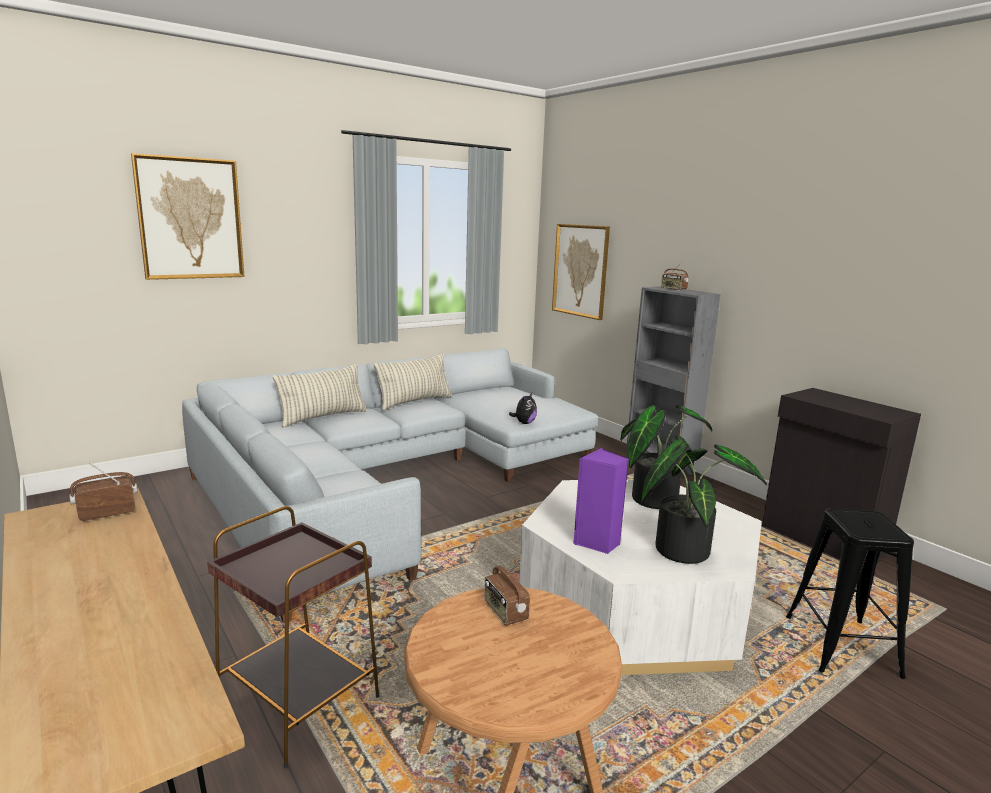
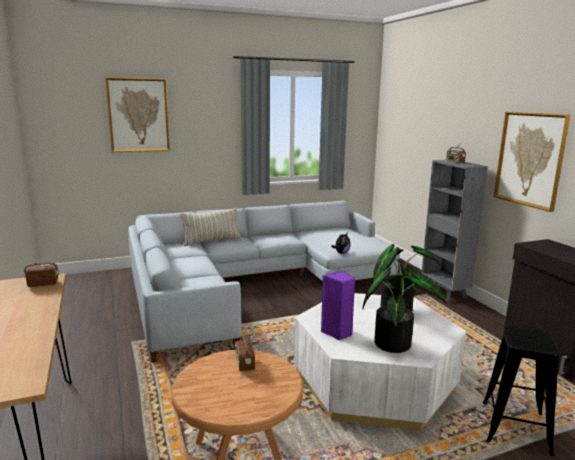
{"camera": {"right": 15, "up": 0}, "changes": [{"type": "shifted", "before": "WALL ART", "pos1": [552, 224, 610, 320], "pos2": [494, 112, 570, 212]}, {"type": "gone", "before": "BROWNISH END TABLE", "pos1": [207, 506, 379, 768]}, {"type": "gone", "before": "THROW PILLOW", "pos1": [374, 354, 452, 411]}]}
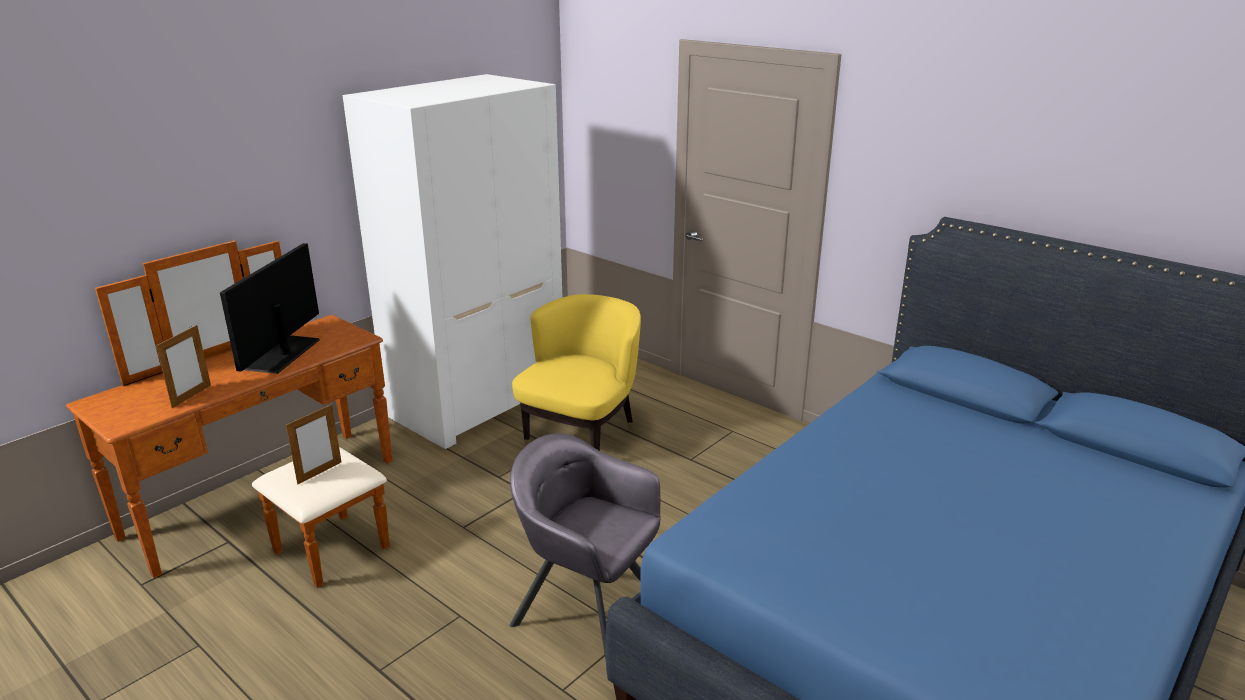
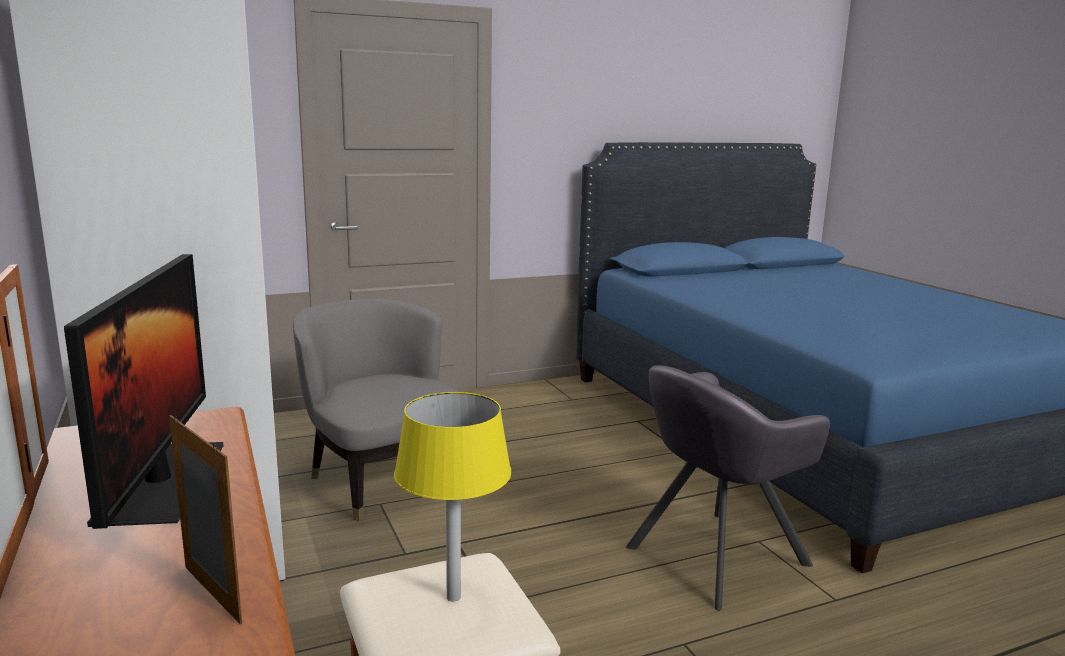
{"camera": {"right": -65, "up": -10}, "changes": [{"type": "rotated", "before": "MONITOR", "pos1": [220, 243, 320, 374], "pos2": [64, 254, 223, 529], "turn": -135}, {"type": "repainted", "before": "YELLOWISH LOUNGE CHAIR", "after": "GREY LOUNGE CHAIR", "pos1": [512, 294, 641, 451], "pos2": [293, 299, 459, 521]}, {"type": "swapped", "before": "STANDING FRAME", "after": "YELLOWISH TABLETOP LAMP", "pos1": [286, 404, 341, 484], "pos2": [394, 392, 511, 601]}]}
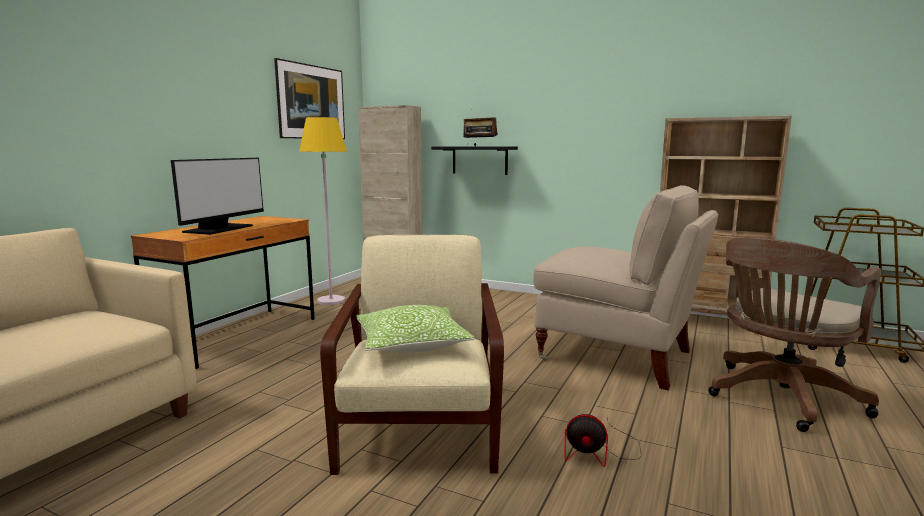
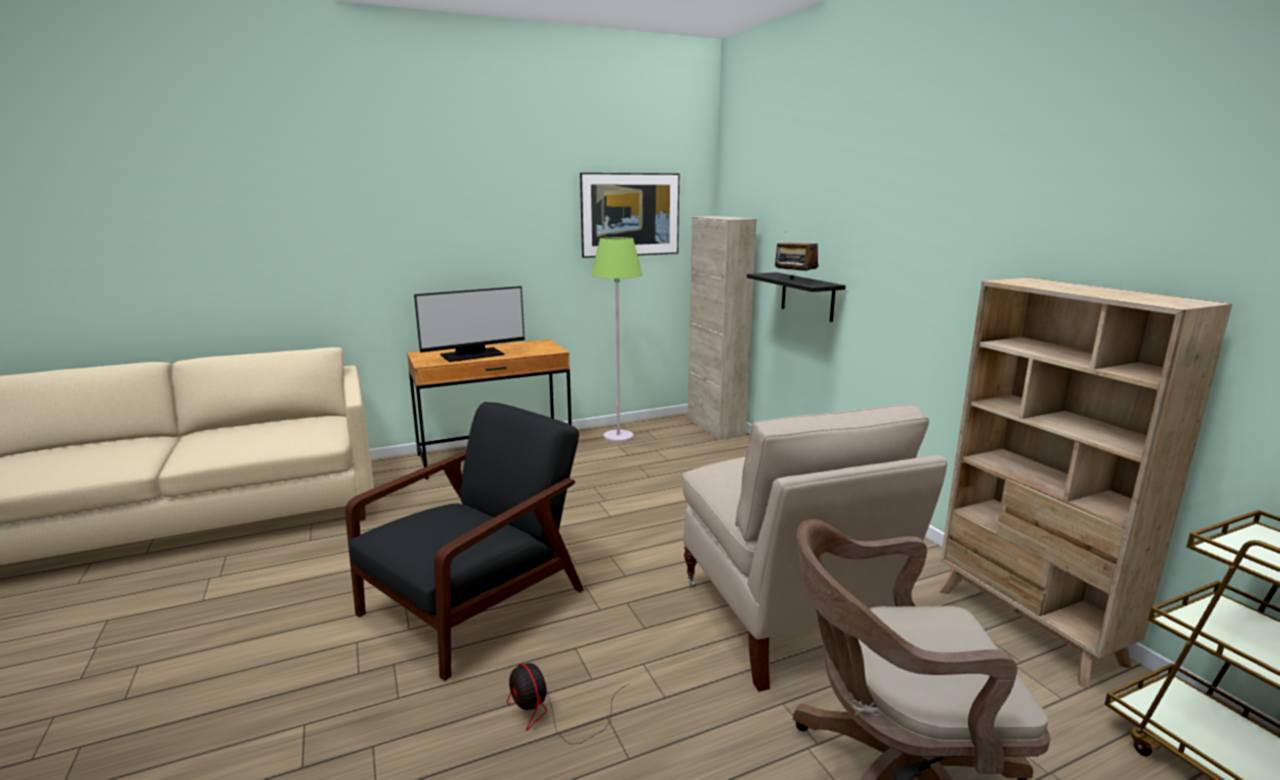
{"camera": {"right": 40, "up": 5}, "changes": [{"type": "repainted", "before": "SAND-COLOURED LOUNGE CHAIR", "after": "BLACK-COLOURED LOUNGE CHAIR", "pos1": [320, 235, 504, 475], "pos2": [345, 402, 584, 681]}, {"type": "repainted", "before": "YELLOWISH STANDING LAMP", "after": "GREEN STANDING LAMP", "pos1": [299, 117, 347, 305], "pos2": [591, 237, 643, 443]}, {"type": "gone", "before": "THROW PILLOW", "pos1": [356, 305, 475, 353]}]}
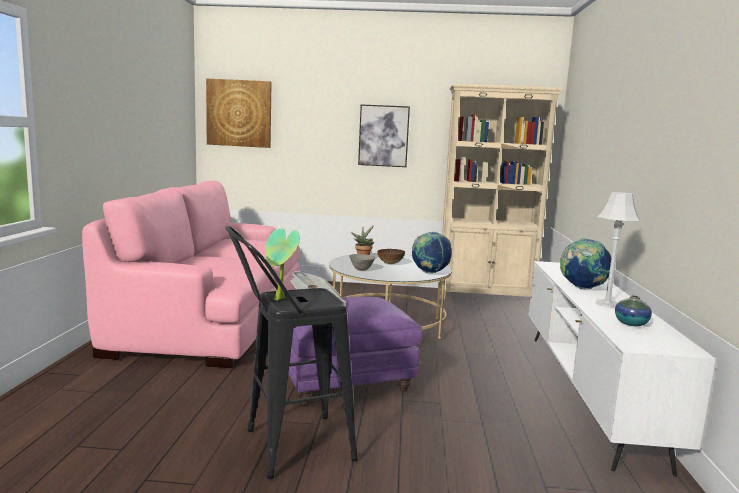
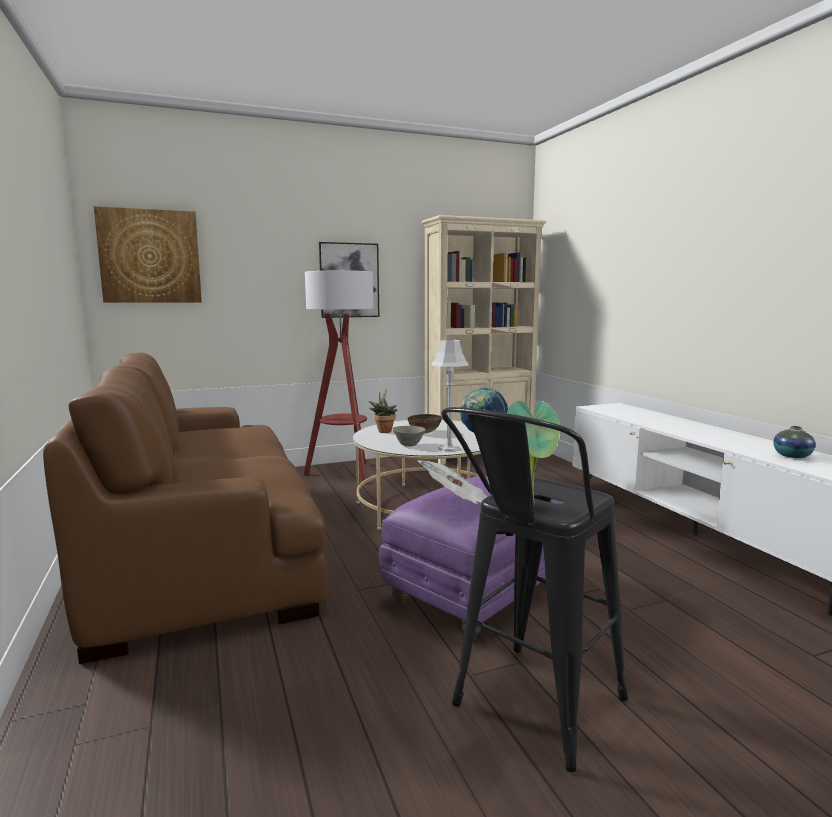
{"camera": {"right": -25, "up": 0}, "changes": [{"type": "repainted", "before": "PINK-COLOURED COUCH", "after": "BROWNISH COUCH", "pos1": [82, 181, 300, 368], "pos2": [43, 353, 327, 664]}, {"type": "new", "after": "STANDING LAMP", "pos2": [303, 271, 374, 485]}, {"type": "shifted", "before": "GREY TABLETOP LAMP", "pos1": [595, 192, 641, 308], "pos2": [431, 340, 469, 451]}, {"type": "gone", "before": "DESK GLOBE", "pos1": [560, 238, 611, 290]}]}
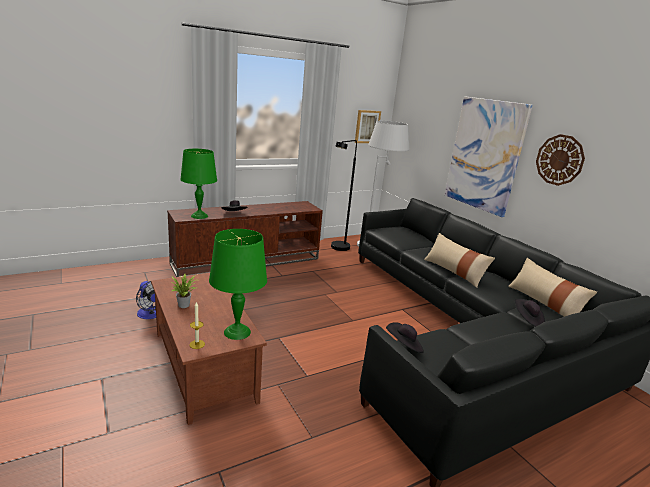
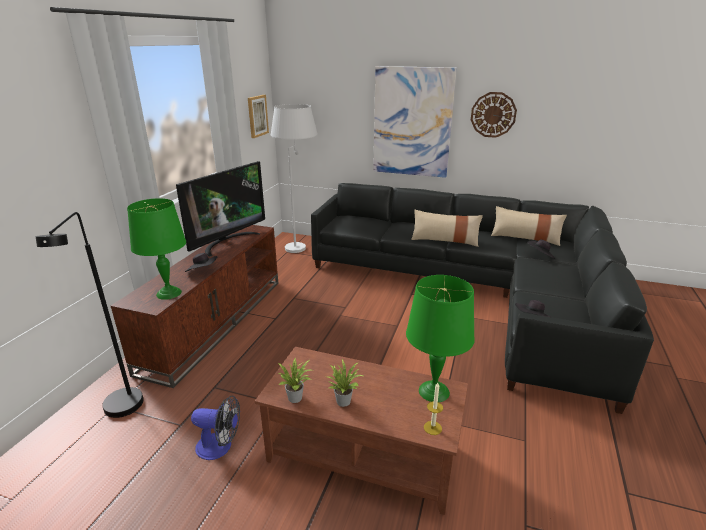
{"camera": {"right": -40, "up": 5}, "changes": [{"type": "shifted", "before": "BLACK-COLOURED STANDING LAMP", "pos1": [331, 140, 357, 251], "pos2": [36, 212, 144, 418]}, {"type": "new", "after": "TV SET", "pos2": [176, 161, 265, 257]}, {"type": "new", "after": "PLANT IN A POT", "pos2": [278, 358, 312, 403]}]}
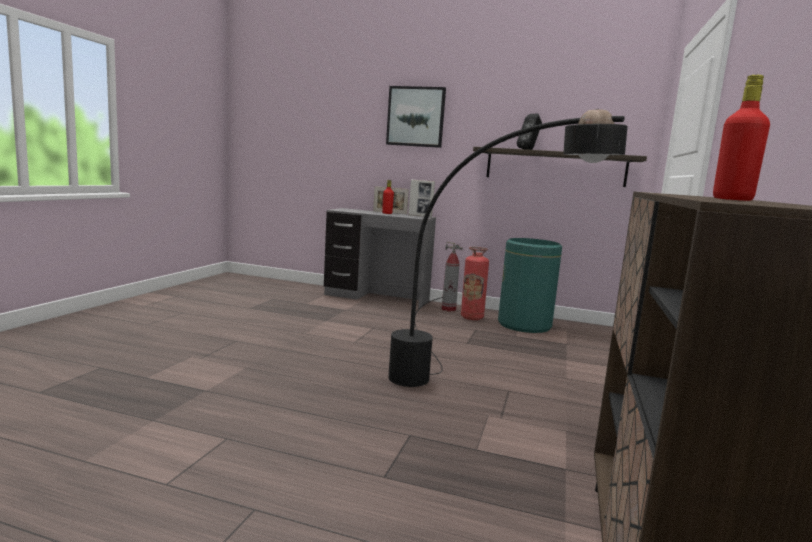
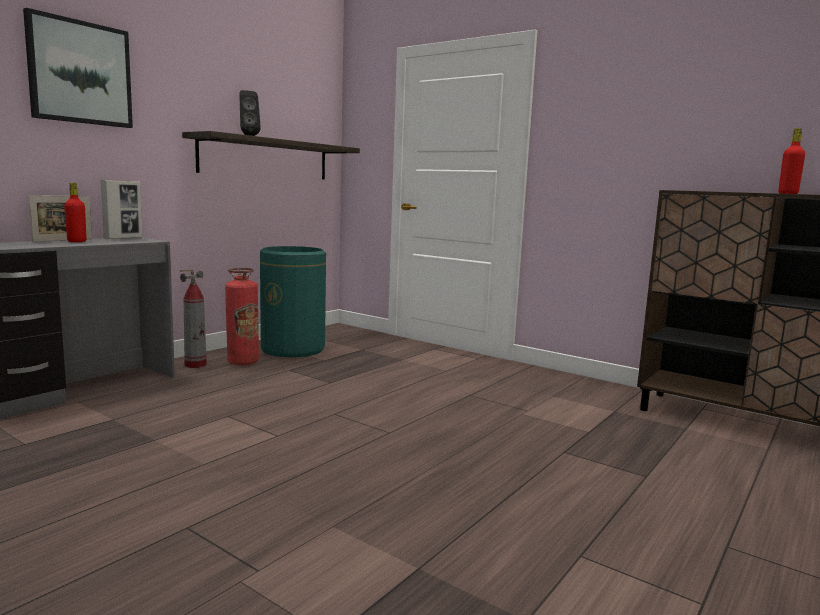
{"camera": {"right": -70, "up": 0}, "changes": [{"type": "gone", "before": "BLACK-COLOURED STANDING LAMP", "pos1": [388, 109, 628, 387]}]}
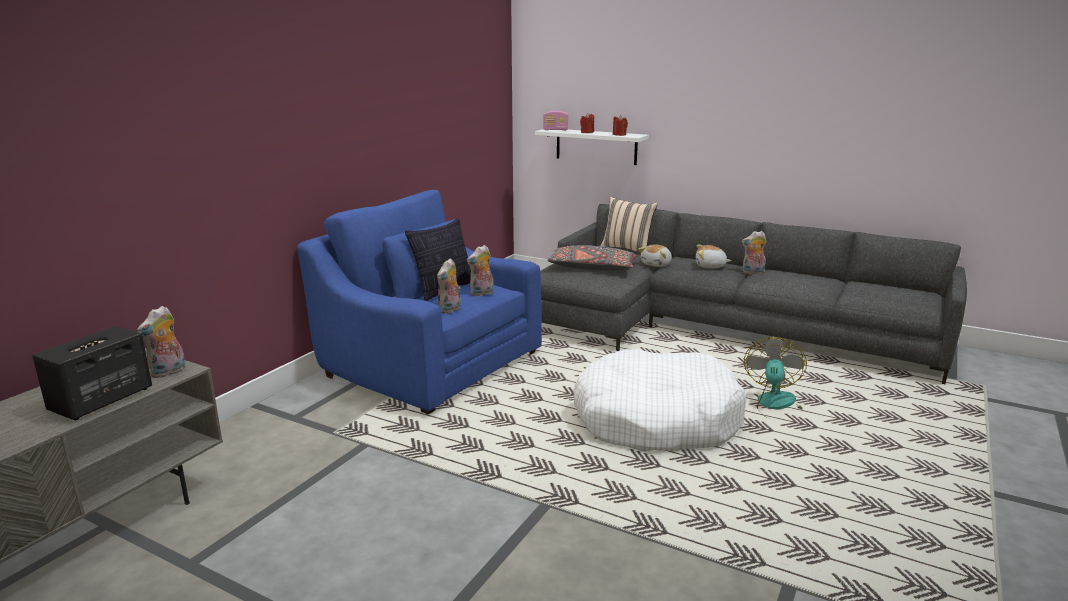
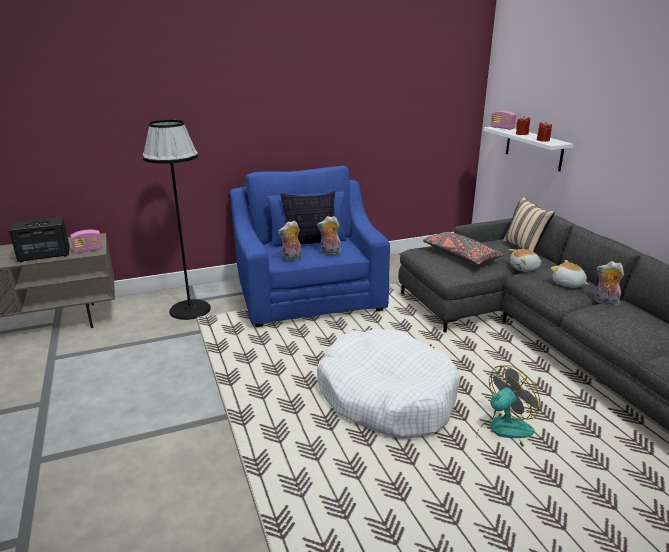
{"camera": {"right": 40, "up": 5}, "changes": [{"type": "swapped", "before": "SOFT TOY", "after": "RADIO RECEIVER", "pos1": [136, 306, 186, 378], "pos2": [70, 230, 103, 253]}, {"type": "new", "after": "BLACK-COLOURED STANDING LAMP", "pos2": [142, 120, 211, 320]}]}
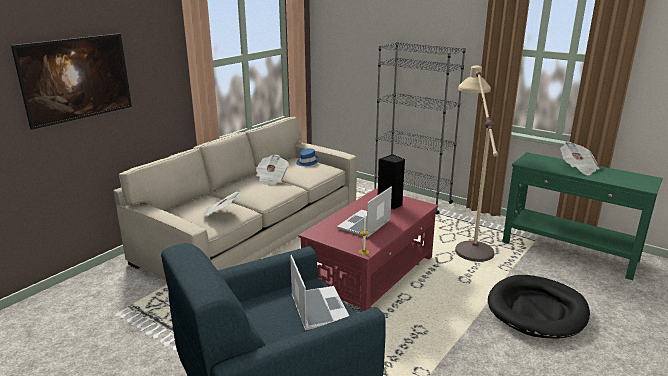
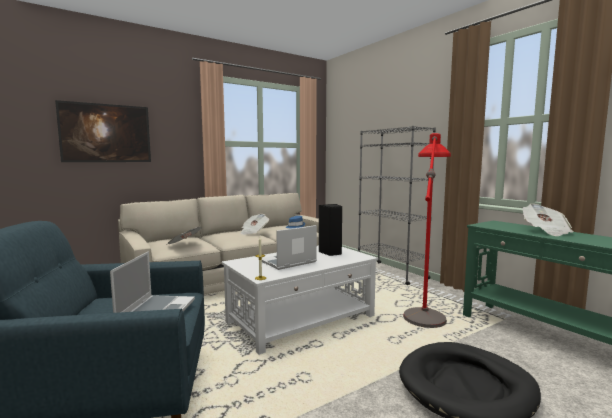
{"camera": {"right": 20, "up": -15}, "changes": [{"type": "repainted", "before": "RED LOUNGE TABLE", "after": "WHITE-COLOURED LOUNGE TABLE", "pos1": [298, 189, 438, 312], "pos2": [222, 245, 378, 355]}, {"type": "repainted", "before": "SAND-COLOURED STANDING LAMP", "after": "RED STANDING LAMP", "pos1": [455, 65, 498, 262], "pos2": [403, 133, 451, 328]}]}
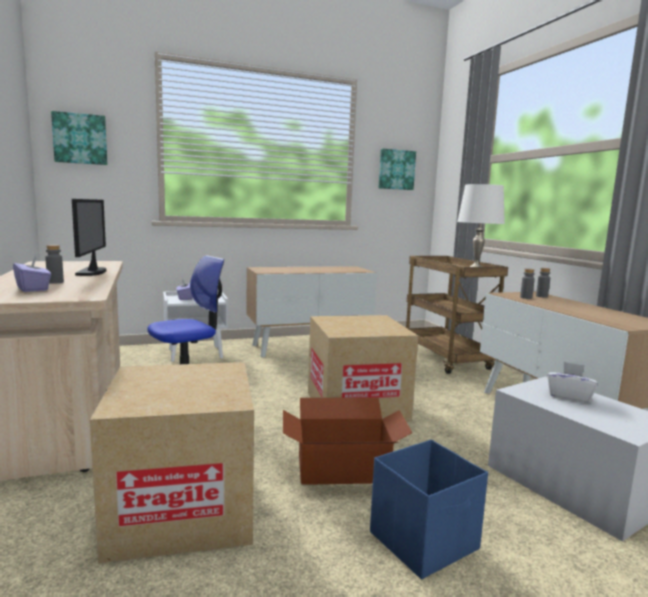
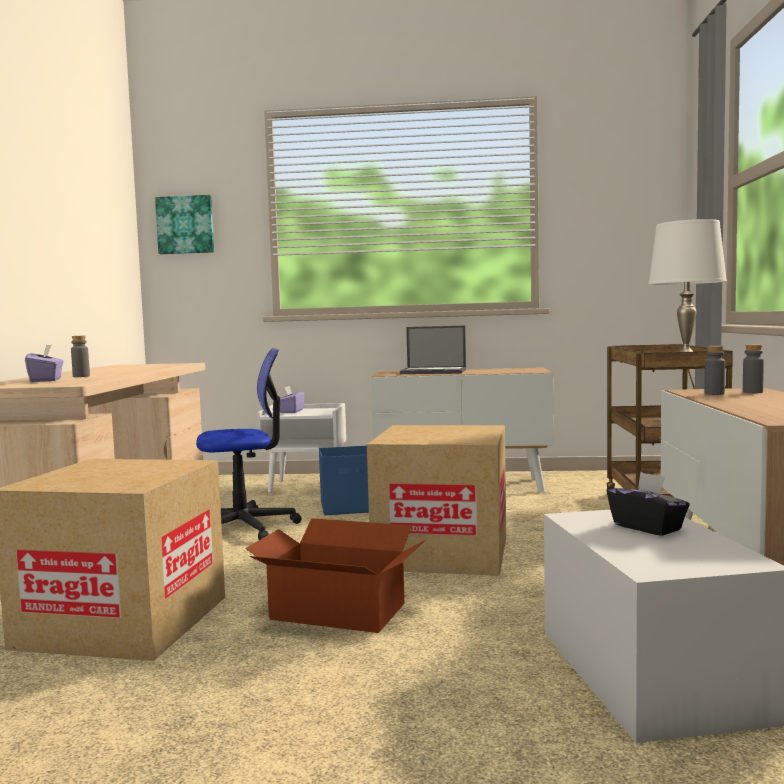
{"camera": {"right": 25, "up": -5}, "changes": [{"type": "shifted", "before": "BLUISH STORAGE BIN", "pos1": [370, 440, 488, 579], "pos2": [319, 446, 369, 515]}, {"type": "new", "after": "NOTEBOOK COMPUTER", "pos2": [400, 326, 466, 374]}, {"type": "repainted", "before": "WHITE-COLOURED BOX OF TISSUES", "after": "BLACK-COLOURED BOX OF TISSUES", "pos1": [547, 362, 597, 403], "pos2": [607, 472, 689, 536]}, {"type": "gone", "before": "MONITOR", "pos1": [72, 199, 106, 276]}, {"type": "gone", "before": "WALL ART", "pos1": [379, 149, 416, 190]}]}
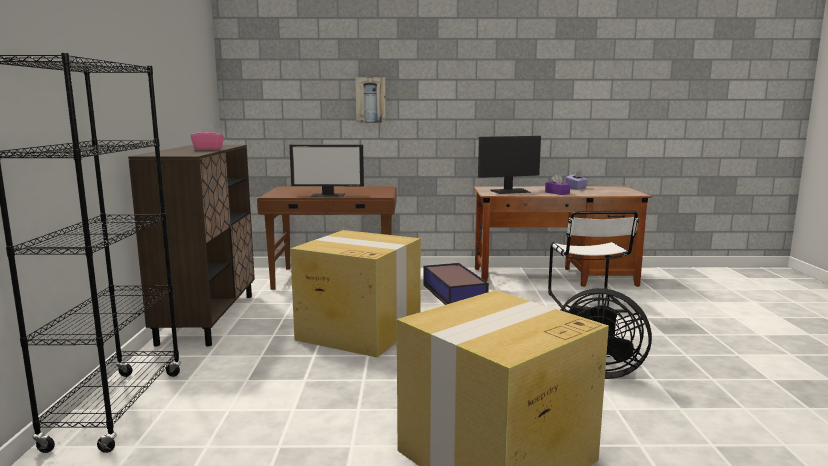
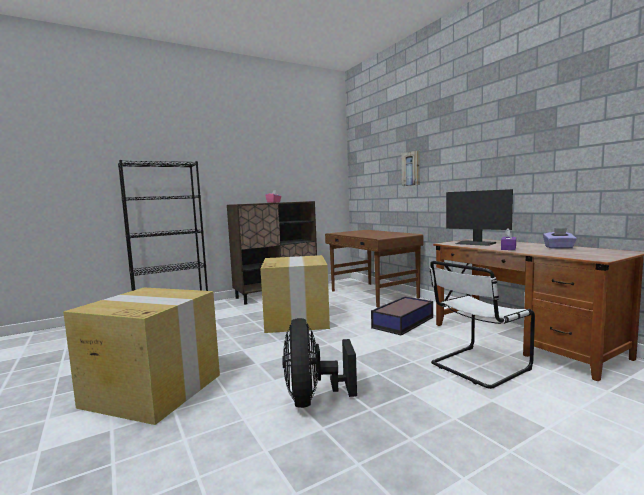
{"camera": {"right": 60, "up": -5}, "changes": [{"type": "gone", "before": "MONITOR", "pos1": [289, 145, 364, 197]}]}
